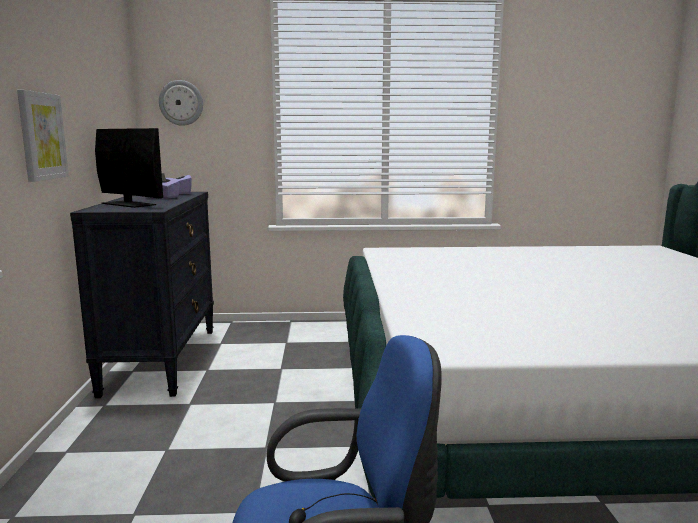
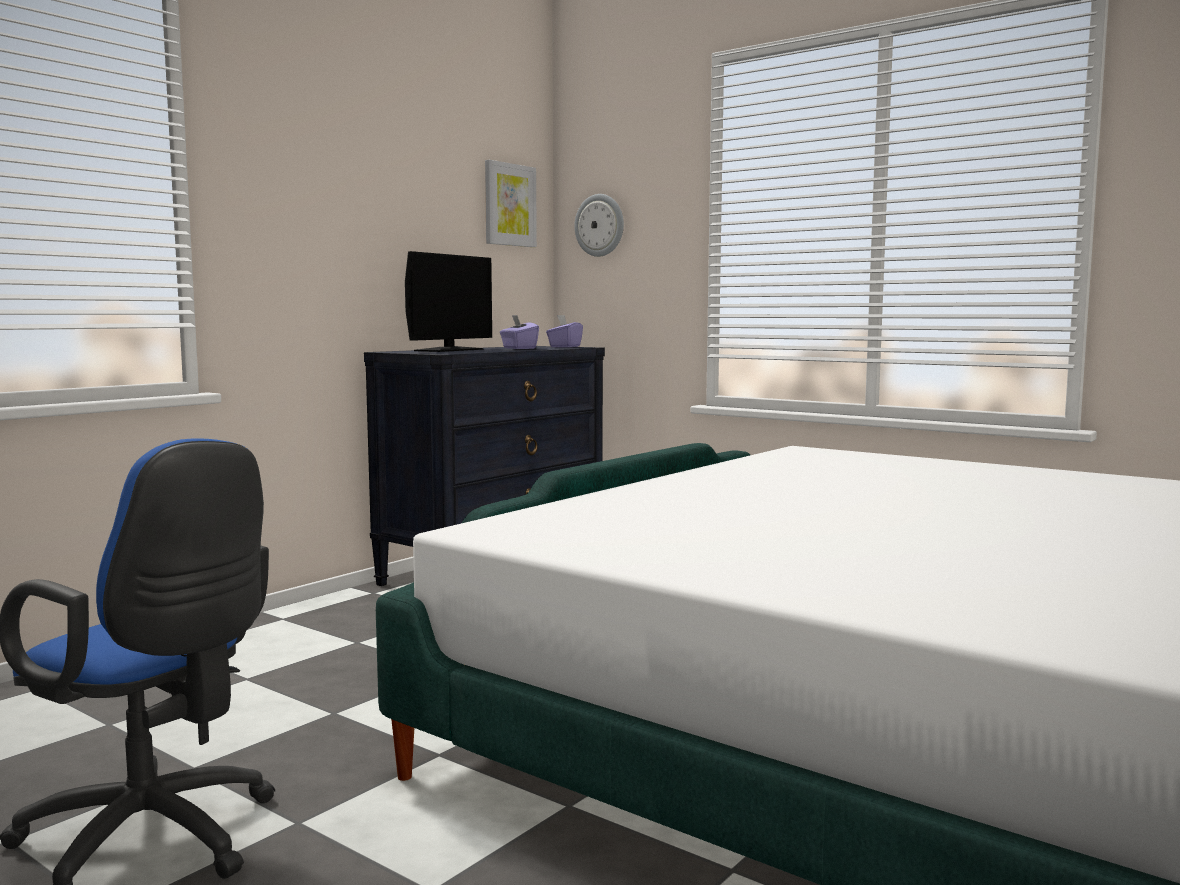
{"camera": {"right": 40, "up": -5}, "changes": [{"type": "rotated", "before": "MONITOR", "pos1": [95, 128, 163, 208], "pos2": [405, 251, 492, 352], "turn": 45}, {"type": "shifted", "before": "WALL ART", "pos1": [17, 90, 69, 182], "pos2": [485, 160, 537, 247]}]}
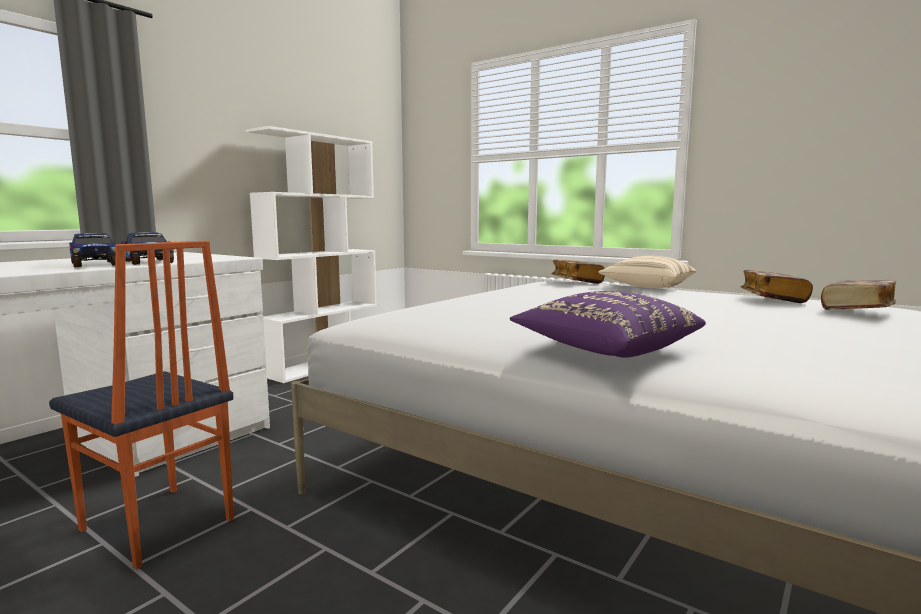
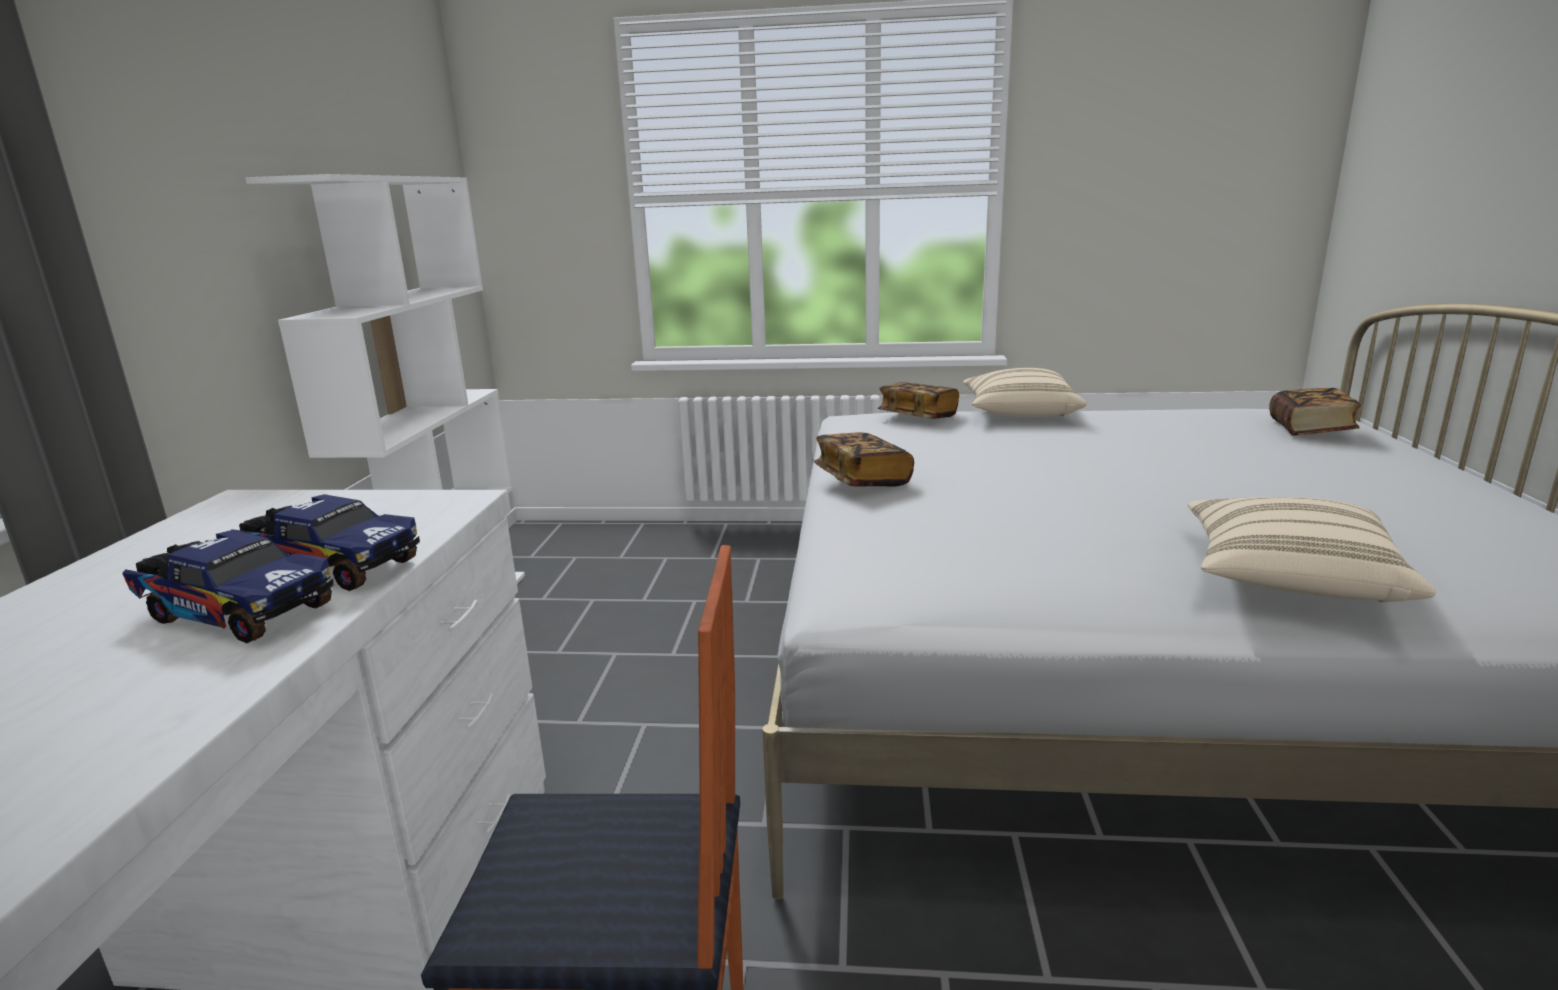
{"camera": {"right": -30, "up": 10}, "changes": [{"type": "shifted", "before": "BOUND BOOK", "pos1": [740, 270, 813, 303], "pos2": [814, 433, 914, 487]}, {"type": "repainted", "before": "PURPLE-COLOURED THROW PILLOW", "after": "SAND-COLOURED THROW PILLOW", "pos1": [510, 291, 706, 358], "pos2": [1188, 497, 1436, 603]}]}
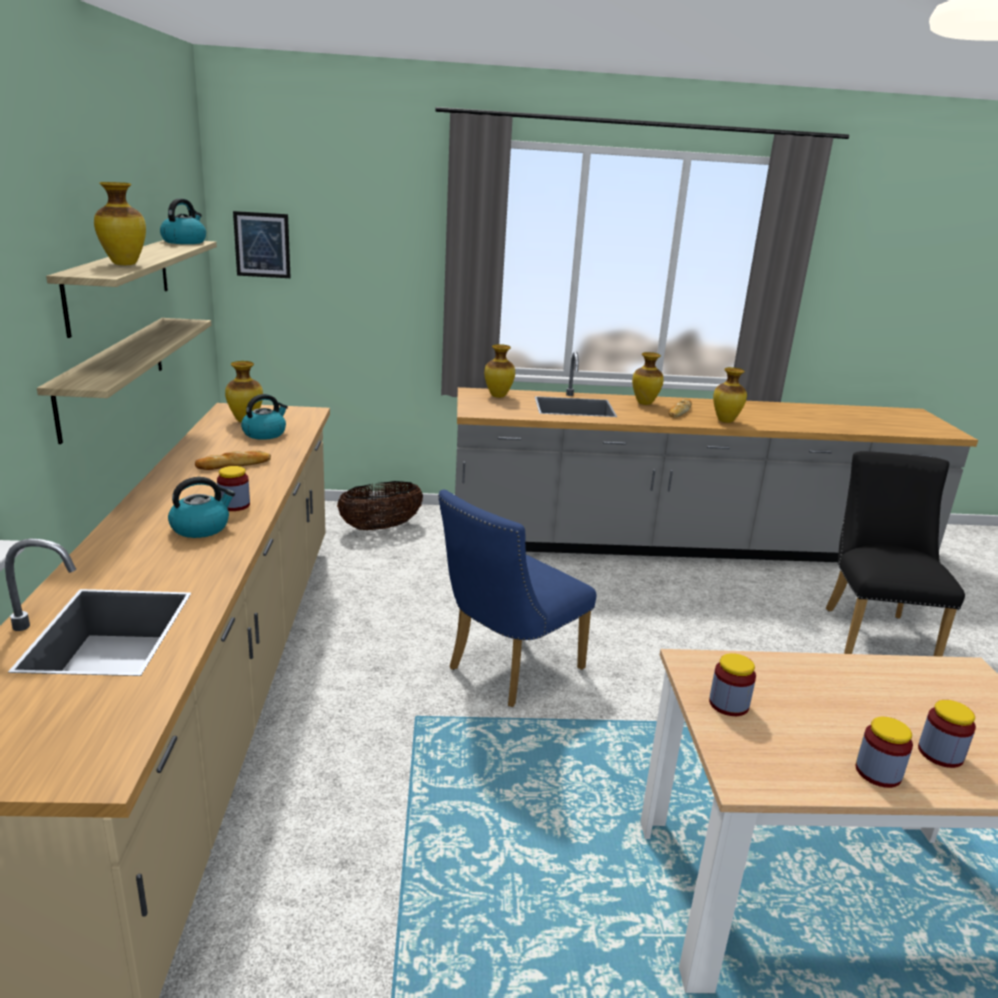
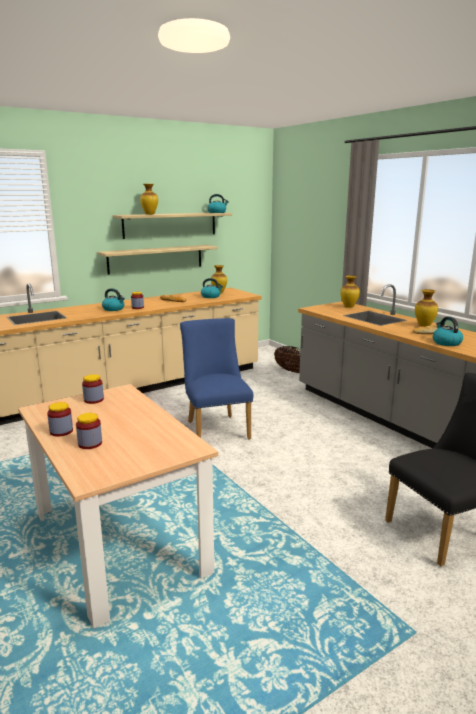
{"camera": {"right": 60, "up": -5}, "changes": [{"type": "rotated", "before": "BLUISH CHAIR", "pos1": [438, 490, 596, 707], "pos2": [180, 318, 253, 440], "turn": 60}, {"type": "swapped", "before": "DECORATIVE VASE", "after": "KETTLE", "pos1": [713, 367, 747, 423], "pos2": [433, 317, 463, 346]}, {"type": "gone", "before": "WALL ART", "pos1": [233, 211, 291, 278]}]}
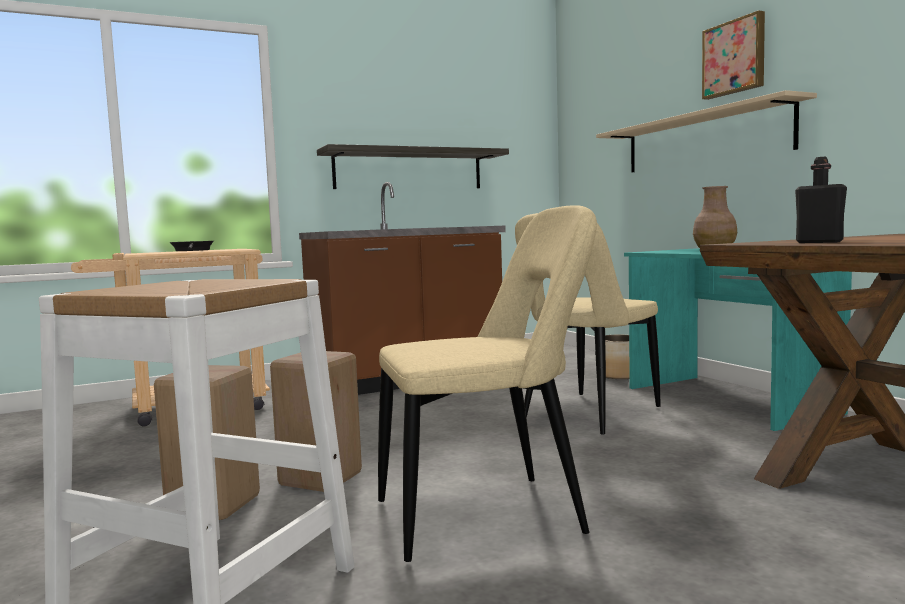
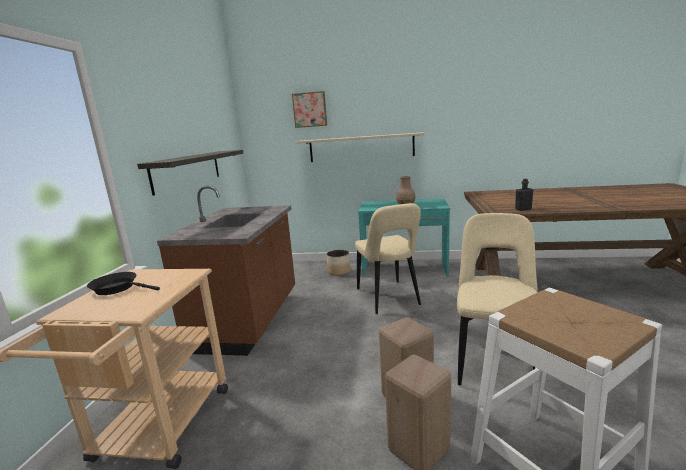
{"camera": {"right": -55, "up": 10}, "changes": [{"type": "shifted", "before": "WALL ART", "pos1": [702, 10, 765, 100], "pos2": [292, 91, 327, 128]}]}
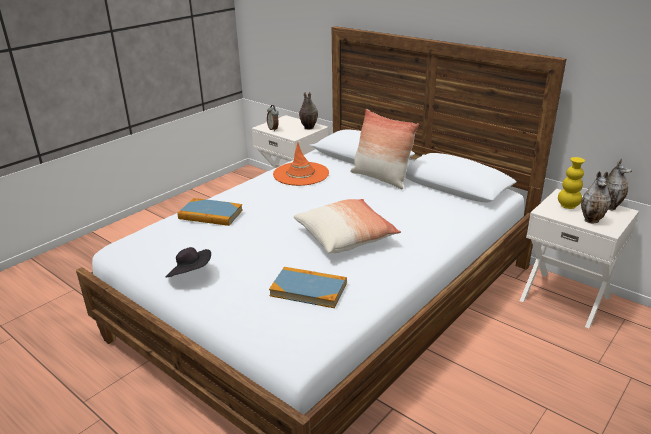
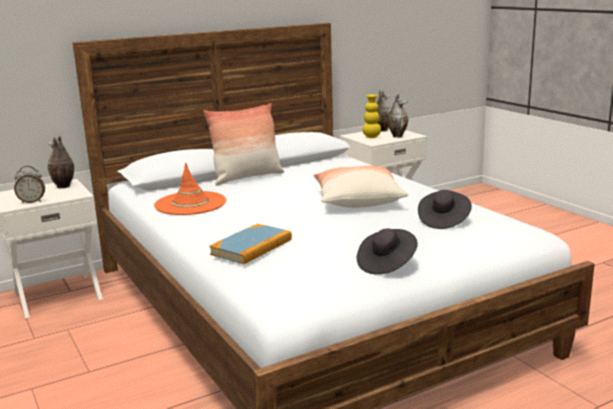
{"camera": {"right": -70, "up": -10}, "changes": [{"type": "swapped", "before": "BOUND BOOK", "after": "BLACK-COLOURED HAT", "pos1": [269, 267, 347, 308], "pos2": [418, 190, 472, 229]}]}
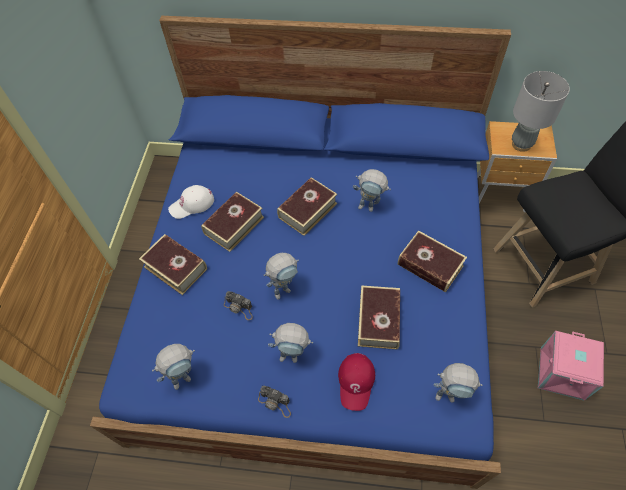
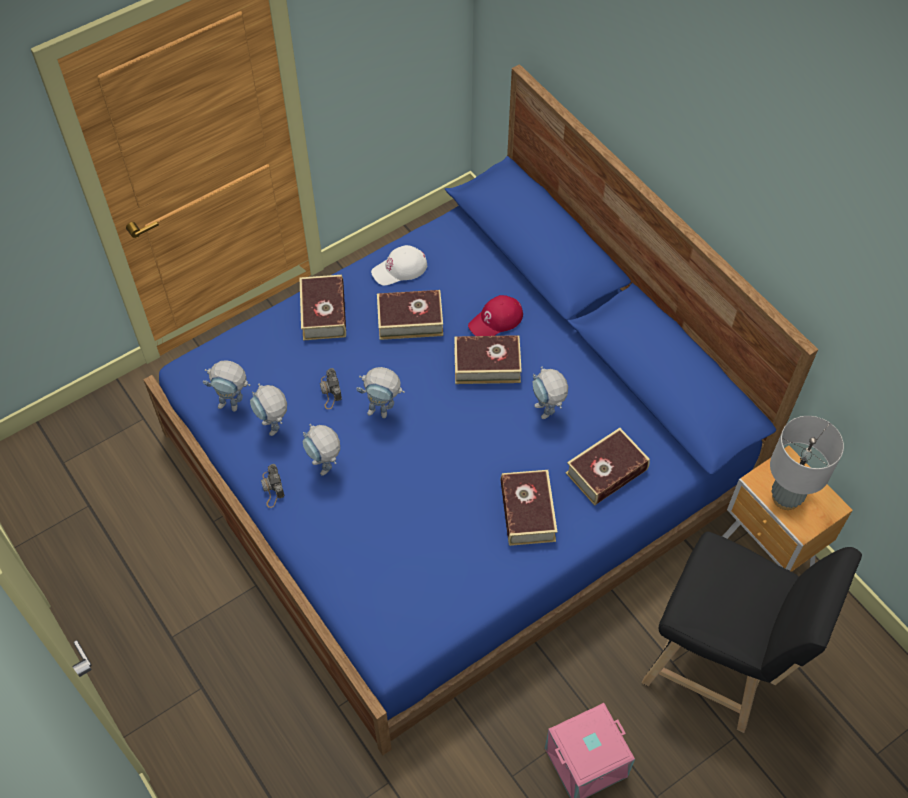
{"camera": {"right": 45, "up": 0}, "changes": [{"type": "shifted", "before": "ROBOT FIGURE", "pos1": [434, 363, 482, 403], "pos2": [250, 384, 287, 436]}, {"type": "rotated", "before": "WHITE-COLOURED PEAKED CAP", "pos1": [168, 185, 214, 219], "pos2": [371, 245, 427, 286], "turn": -45}, {"type": "shifted", "before": "RED PEAKED CAP", "pos1": [338, 353, 375, 411], "pos2": [468, 295, 523, 336]}, {"type": "shifted", "before": "BOUND BOOK", "pos1": [358, 285, 400, 350], "pos2": [566, 428, 650, 506]}]}
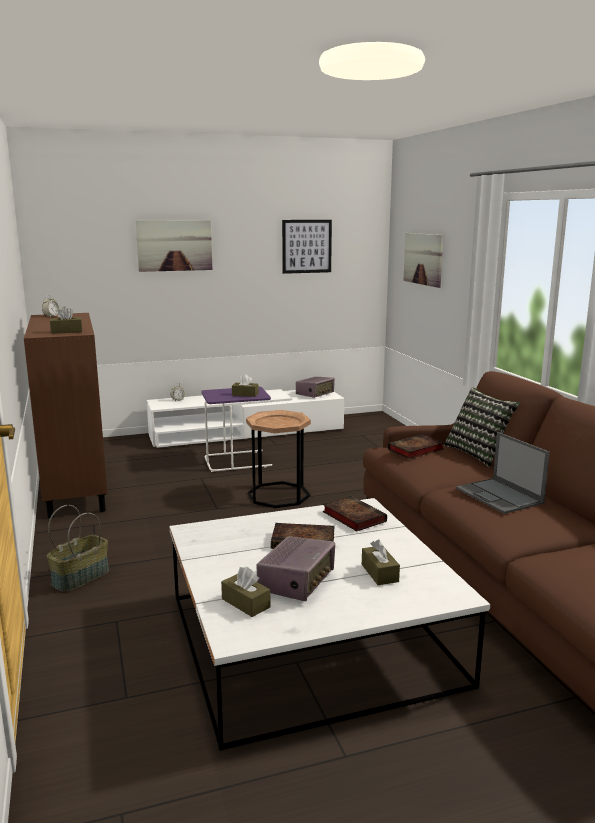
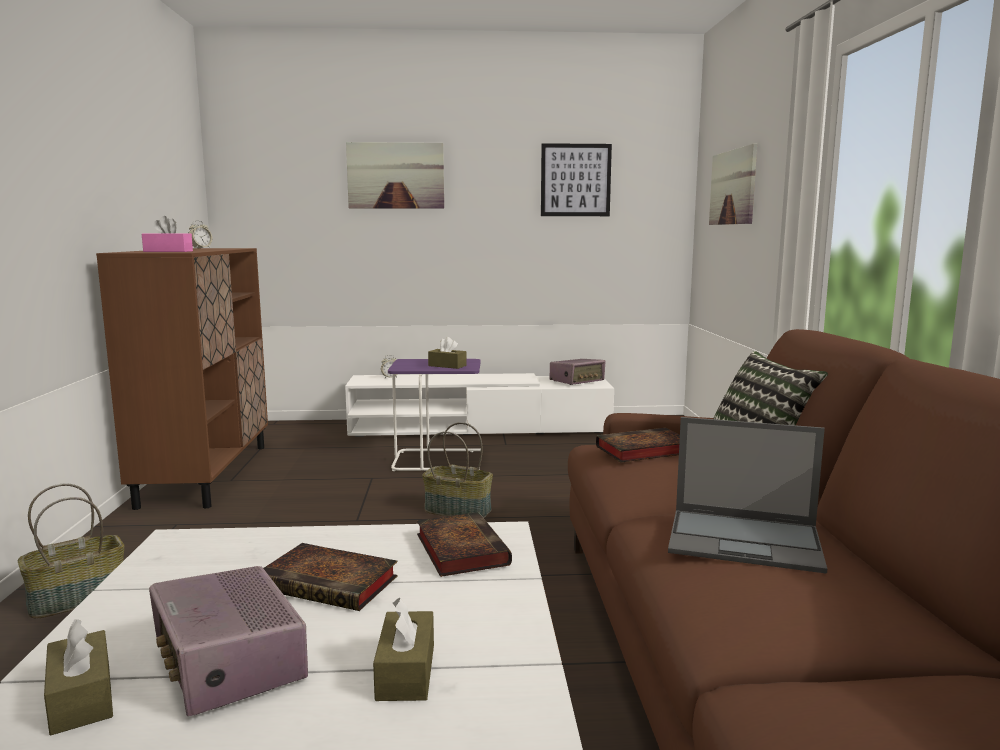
{"camera": {"right": 15, "up": -5}, "changes": [{"type": "repainted", "before": "BROWNISH BOX OF TISSUES", "after": "PINK-COLOURED BOX OF TISSUES", "pos1": [50, 306, 82, 334], "pos2": [142, 216, 193, 252]}, {"type": "rotated", "before": "RADIO RECEIVER", "pos1": [257, 536, 335, 601], "pos2": [149, 566, 308, 716], "turn": 105}, {"type": "swapped", "before": "BROWNISH END TABLE", "after": "STORAGE BASKET", "pos1": [246, 410, 311, 508], "pos2": [422, 422, 493, 518]}, {"type": "rotated", "before": "NOTEBOOK COMPUTER", "pos1": [456, 432, 550, 514], "pos2": [668, 417, 827, 574], "turn": -60}]}
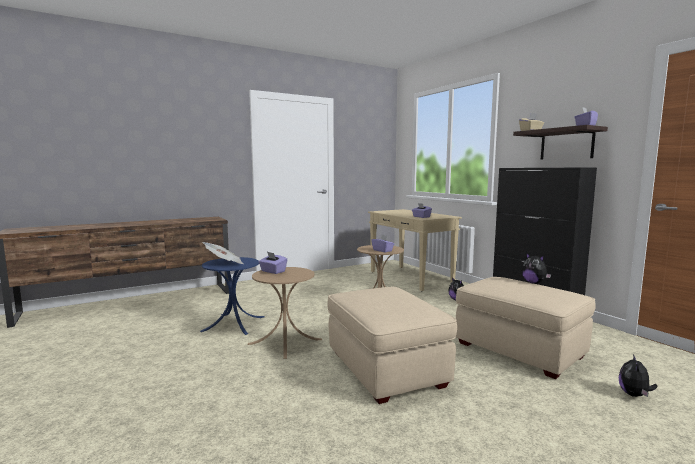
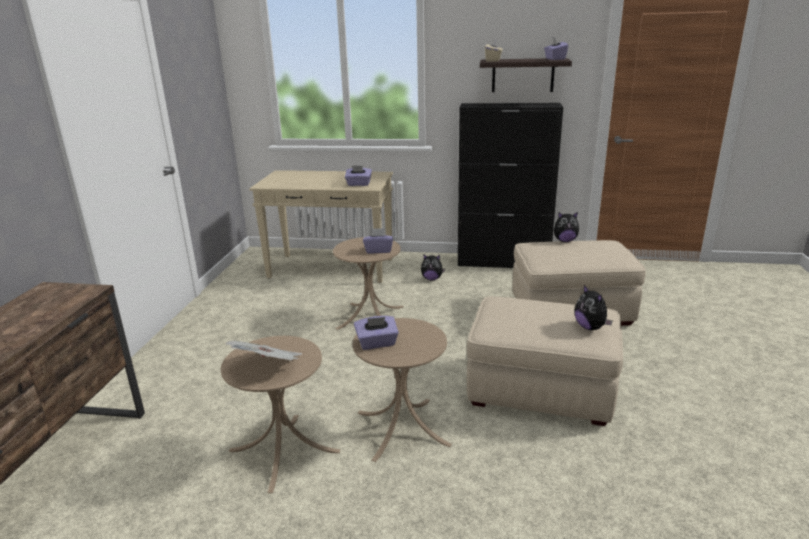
{"camera": {"right": -50, "up": 15}, "changes": [{"type": "repainted", "before": "BLUISH END TABLE", "after": "SAND-COLOURED END TABLE", "pos1": [200, 257, 264, 335], "pos2": [221, 336, 340, 493]}, {"type": "shifted", "before": "SOFT TOY", "pos1": [619, 354, 657, 397], "pos2": [574, 285, 613, 330]}]}
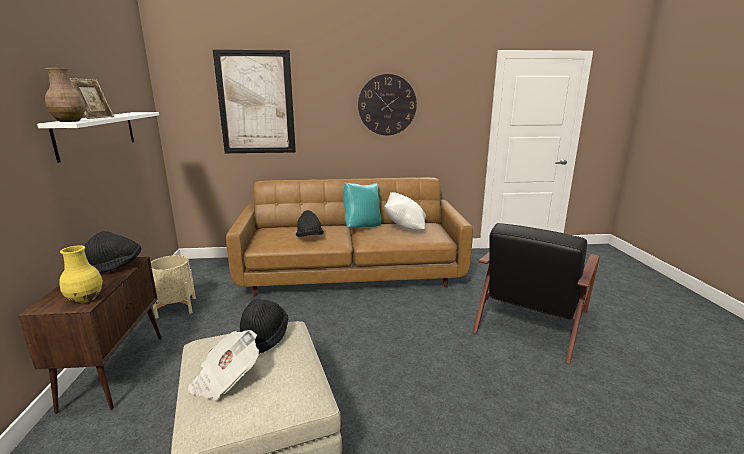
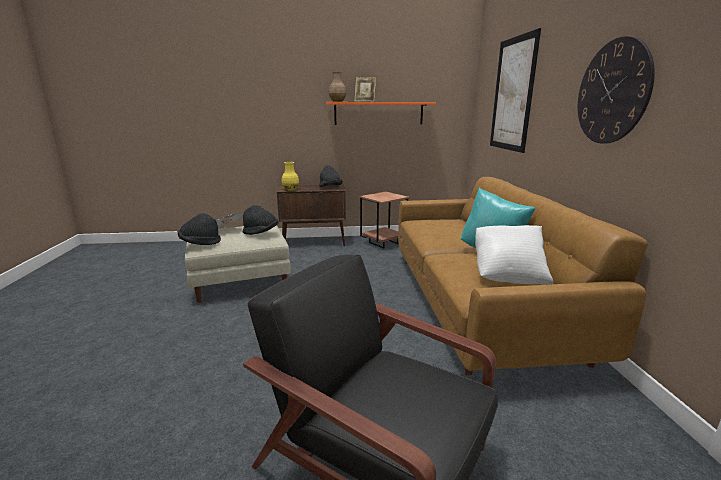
{"camera": {"right": 90, "up": 0}, "changes": [{"type": "shifted", "before": "BLACK-COLOURED HAT", "pos1": [296, 210, 324, 237], "pos2": [178, 213, 221, 245]}, {"type": "repainted", "before": "WHITE-COLOURED BRACKET SHELF", "after": "ORANGE BRACKET SHELF", "pos1": [37, 112, 159, 163], "pos2": [326, 102, 436, 125]}, {"type": "swapped", "before": "SAND-COLOURED FLOWER POT", "after": "BROWNISH END TABLE", "pos1": [151, 255, 196, 319], "pos2": [359, 192, 409, 249]}]}
